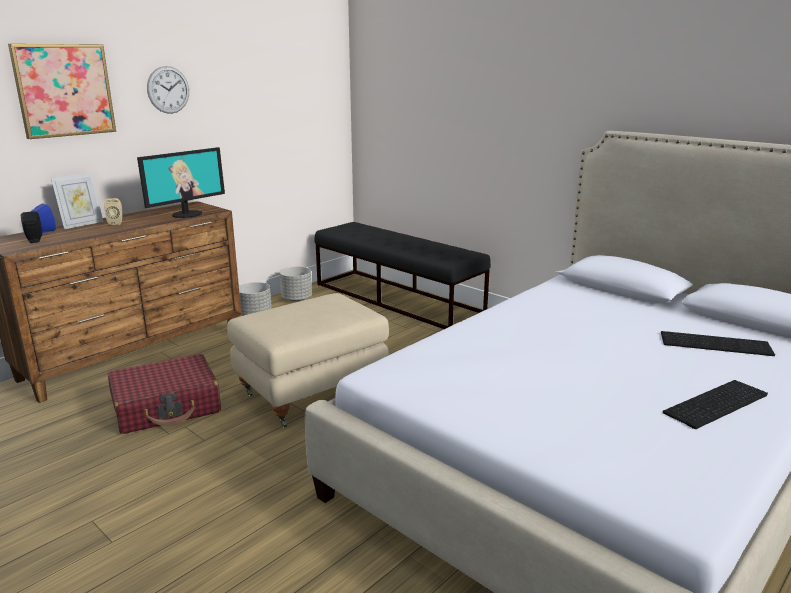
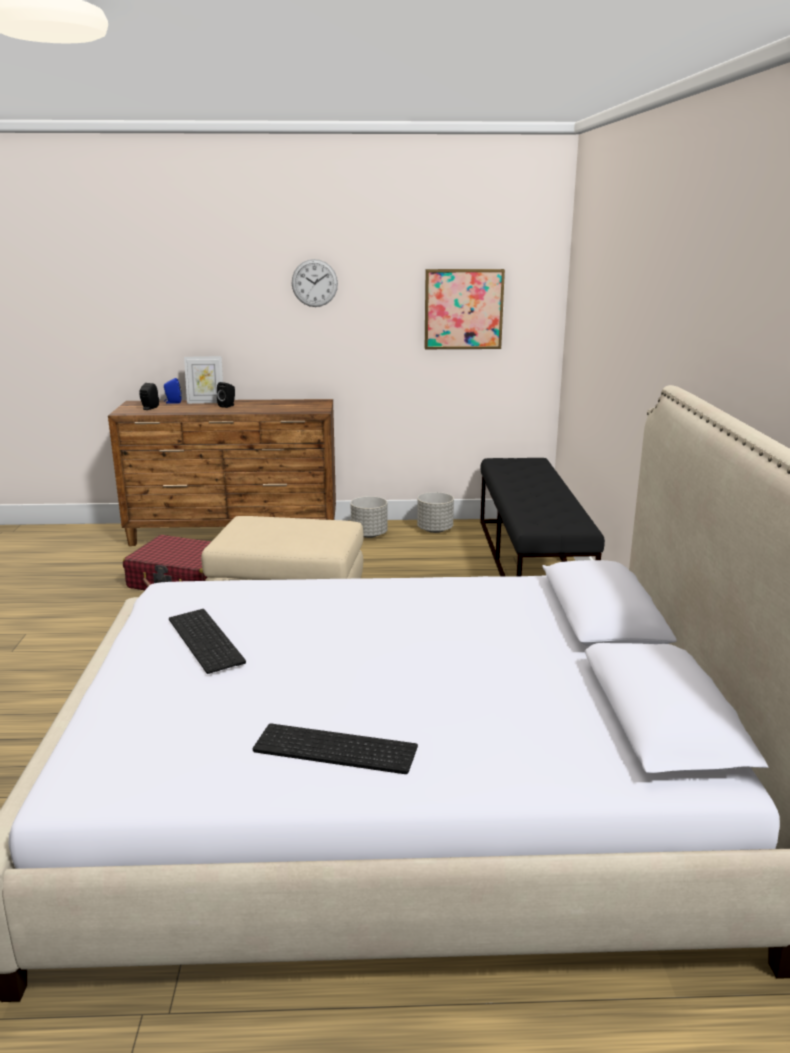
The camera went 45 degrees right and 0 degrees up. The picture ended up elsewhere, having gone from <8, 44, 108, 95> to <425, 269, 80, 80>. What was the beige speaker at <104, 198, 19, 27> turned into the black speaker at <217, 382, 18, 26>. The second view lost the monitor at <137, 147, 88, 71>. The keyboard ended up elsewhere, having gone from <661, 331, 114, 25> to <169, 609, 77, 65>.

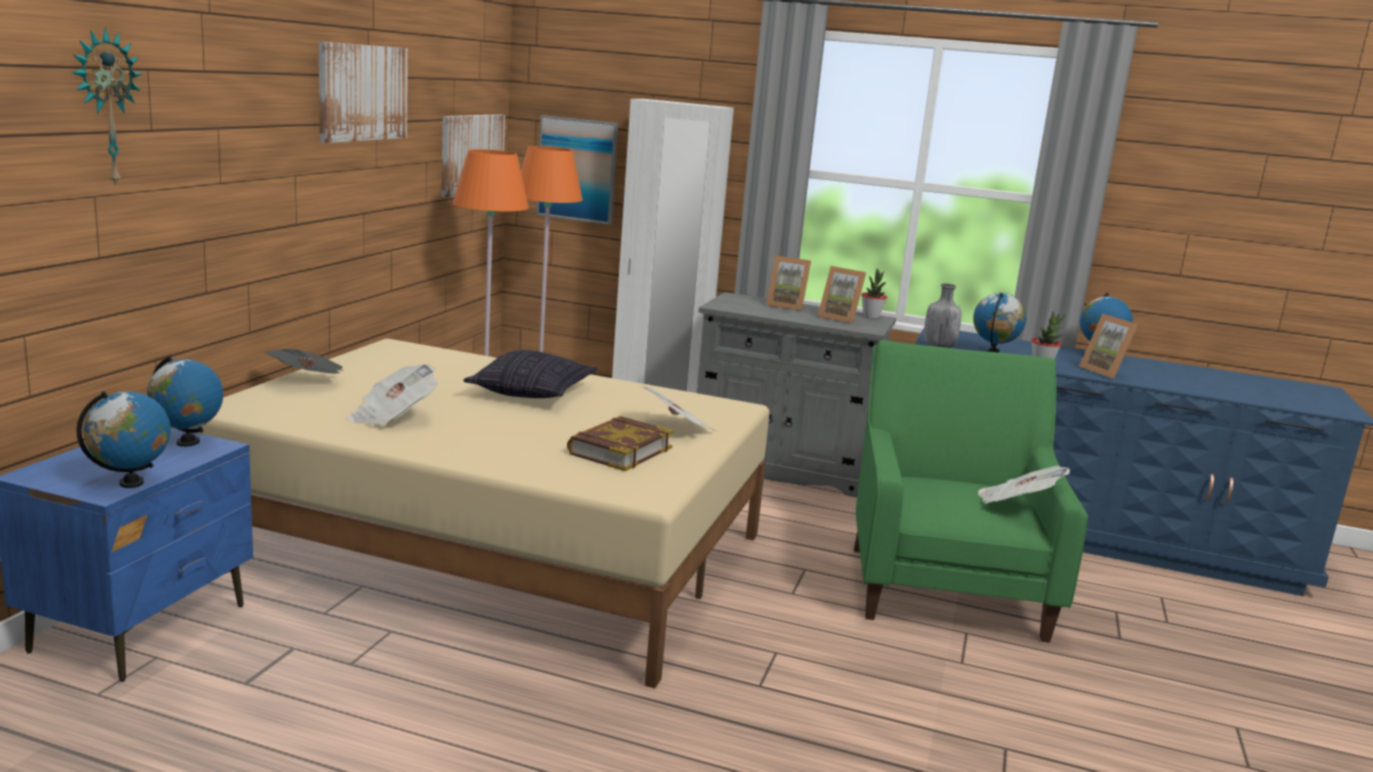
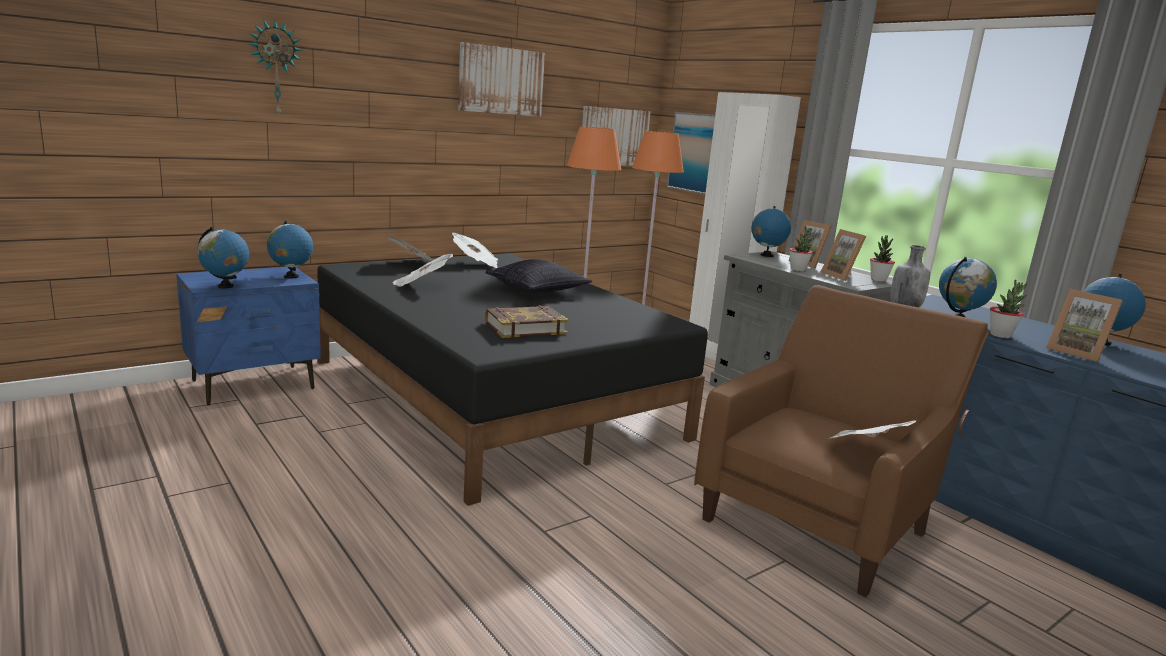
The camera went 35 degrees right and 0 degrees up. What was the beige bed at <192, 338, 578, 350> turned into the black bed at <317, 254, 391, 252>. The newspaper ended up elsewhere, having gone from <638, 385, 79, 46> to <452, 233, 46, 35>. What was the green armchair at <854, 340, 234, 303> turned into the brown armchair at <694, 285, 295, 312>. The picture frame at <1079, 314, 59, 65> ended up facing another way, 45 degrees counterclockwise from before. The second view gained the globe at <751, 206, 40, 51>. The second view gained the potted plant at <789, 226, 25, 45>.

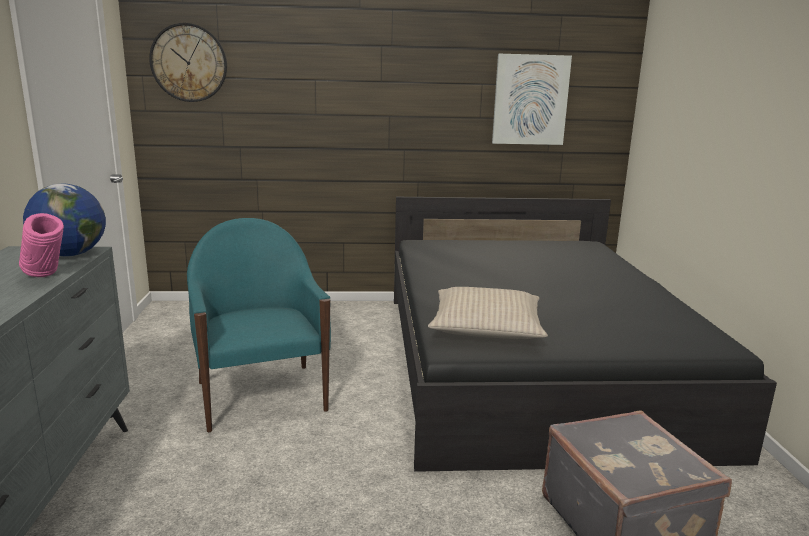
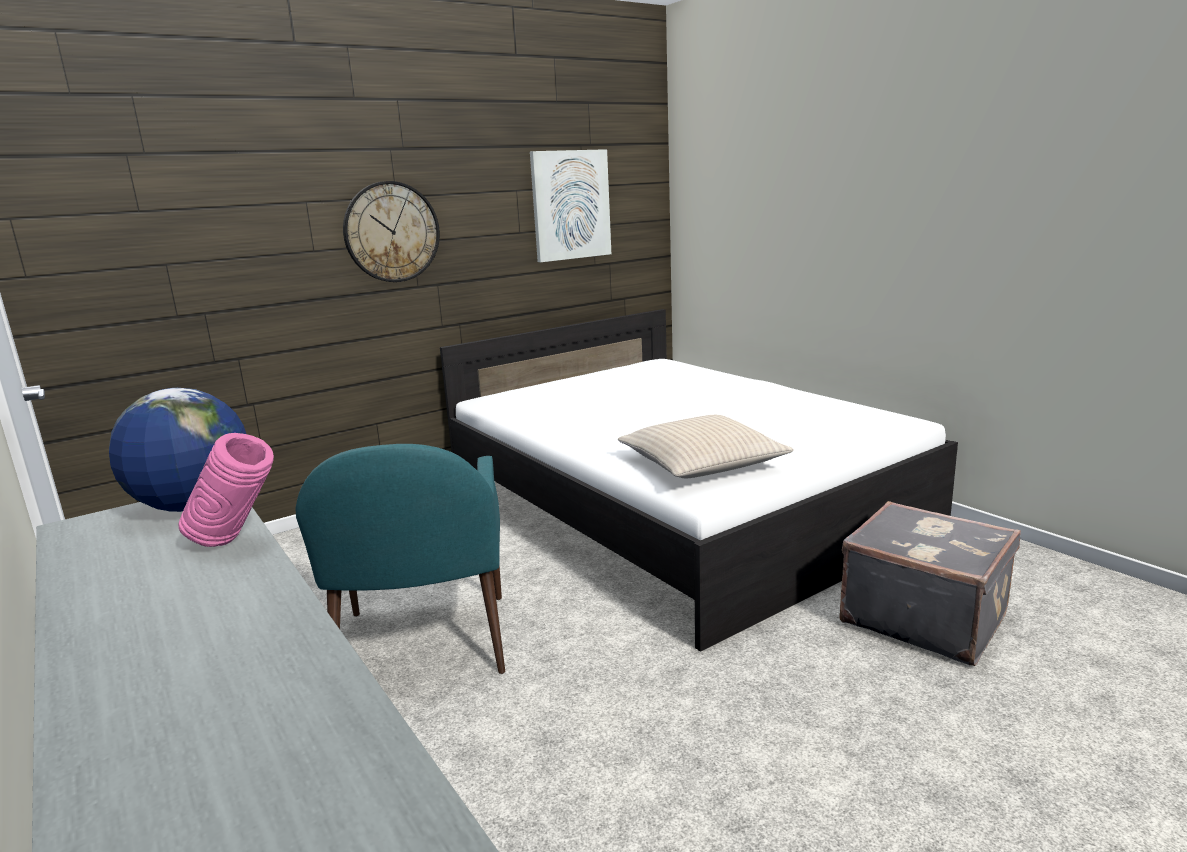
The camera went 30 degrees left and 0 degrees up. The wall clock ended up elsewhere, having gone from <149, 23, 78, 79> to <343, 181, 97, 101>. The turquoise armchair at <187, 218, 144, 215> ended up facing another way, 135 degrees counterclockwise from before. What was the black bed at <394, 197, 383, 275> turned into the white bed at <440, 309, 518, 343>.

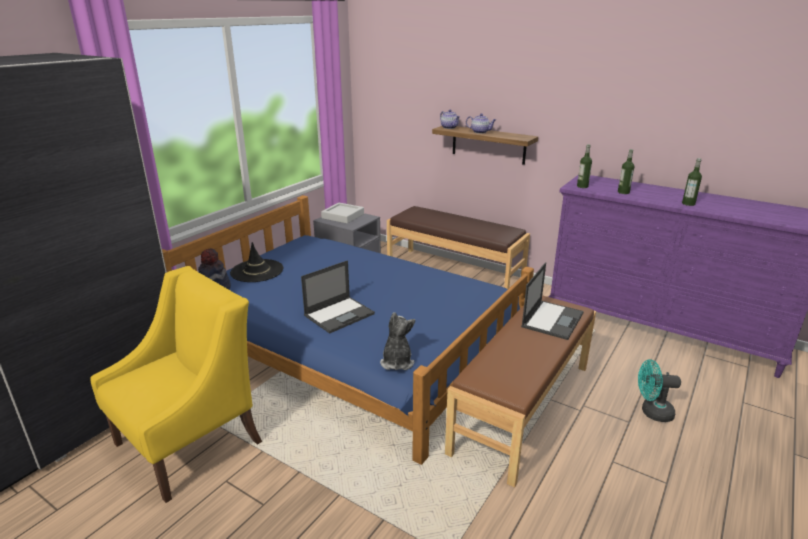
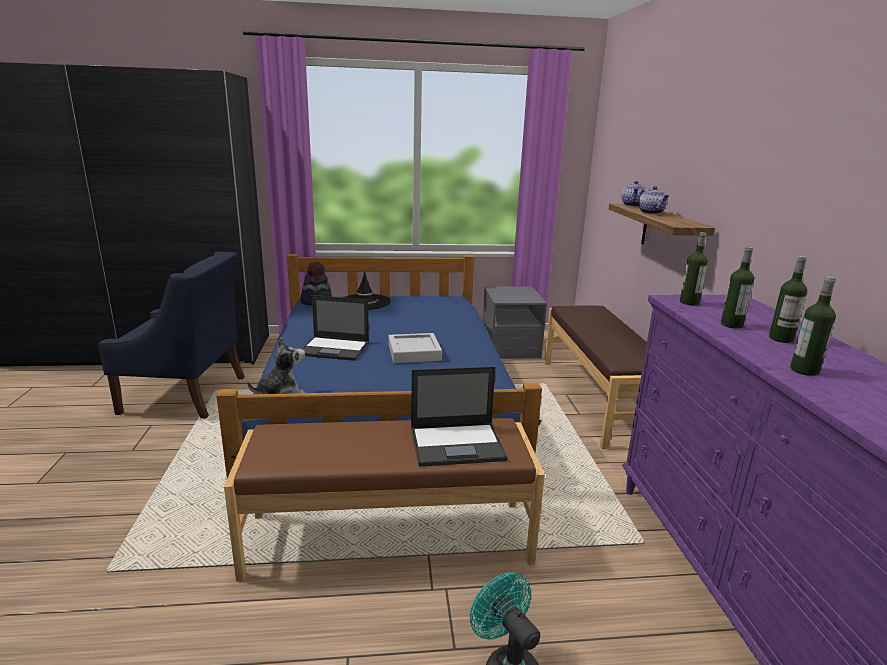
The camera went 50 degrees right and 5 degrees down. What was the yellow armchair at <90, 266, 172, 237> turned into the blue armchair at <98, 252, 147, 167>. The grey tray ended up elsewhere, having gone from <321, 203, 43, 21> to <388, 333, 54, 30>. The second view gained the bottle at <769, 256, 38, 87>.

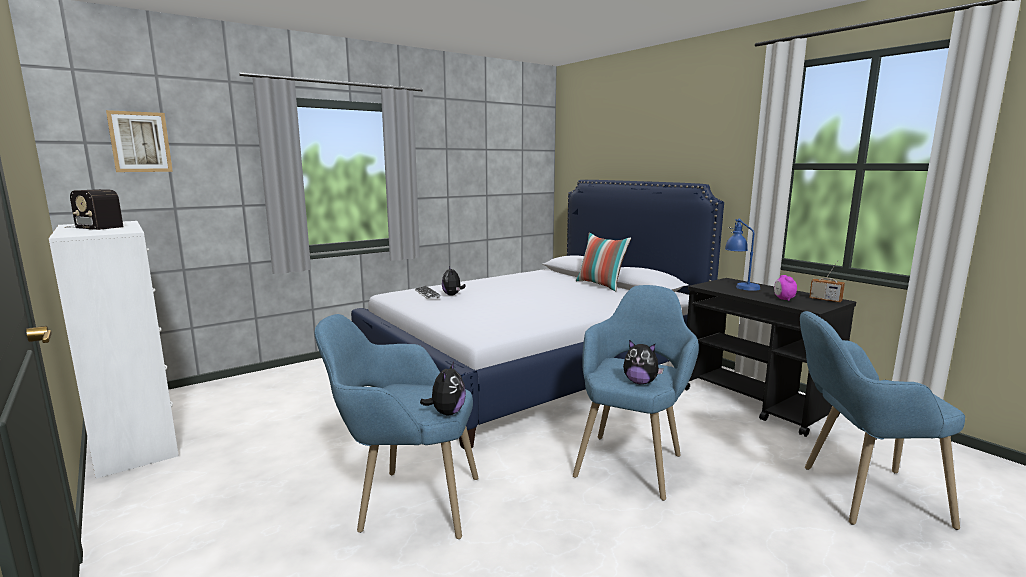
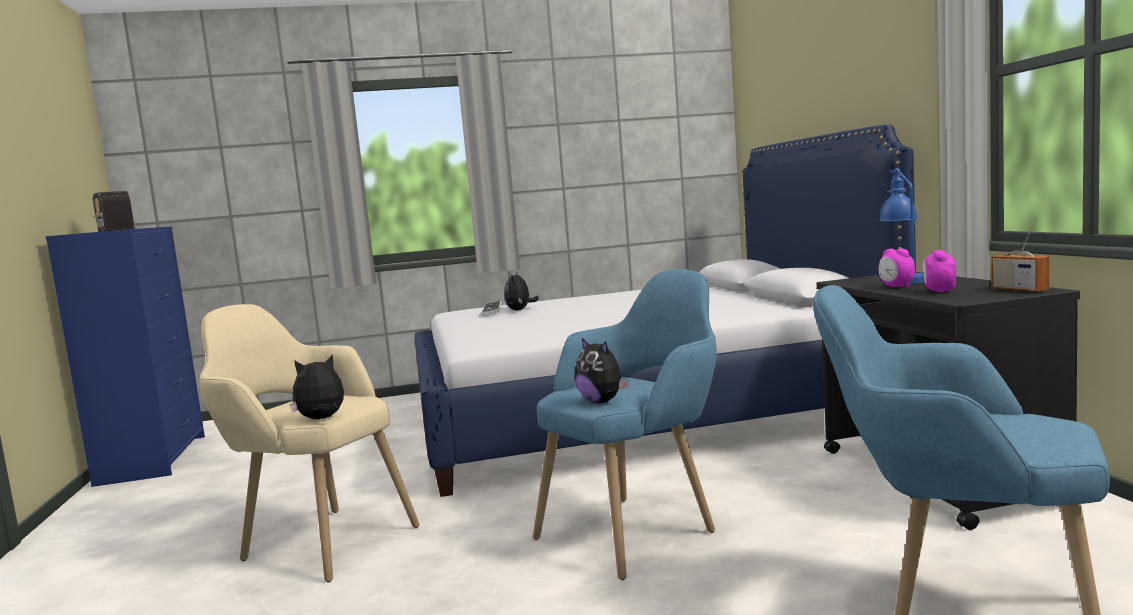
The camera went 25 degrees right and 5 degrees down. What was the white dresser at <48, 221, 131, 258> turned into the blue dresser at <46, 227, 159, 260>. The second view lost the picture at <106, 110, 67, 62>. What was the blue armchair at <315, 314, 163, 225> turned into the beige armchair at <200, 304, 220, 279>. The plush toy at <420, 362, 46, 53> ended up facing another way, 150 degrees counterclockwise from before. The second view lost the pillow at <576, 233, 55, 58>. The second view gained the alarm clock at <878, 248, 37, 39>.

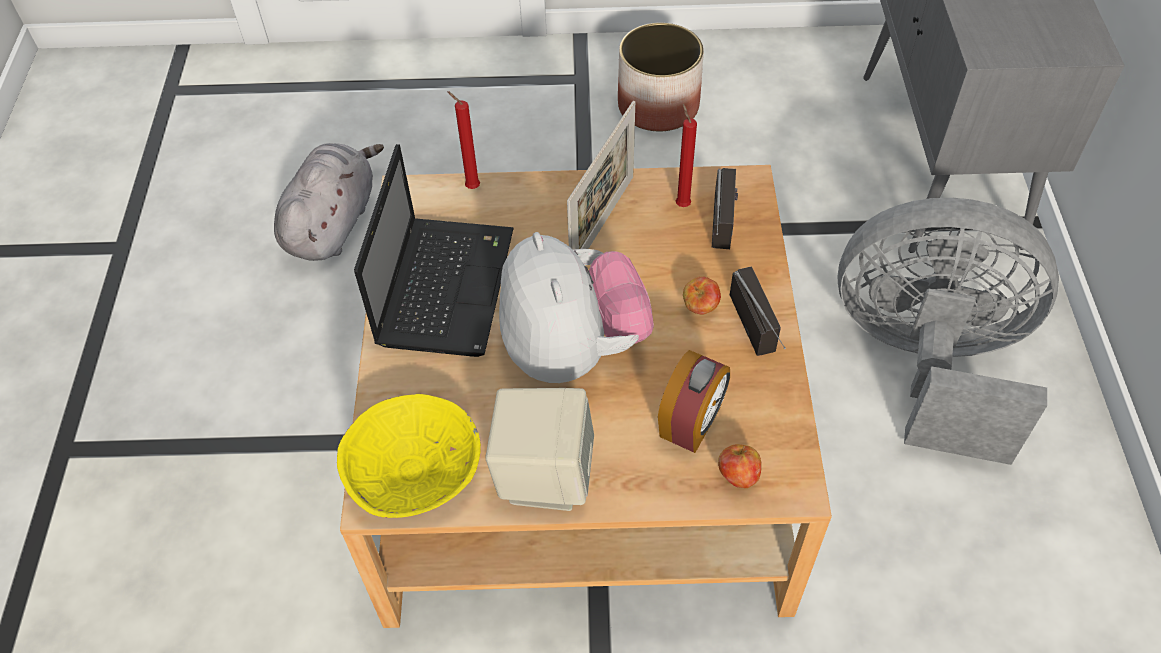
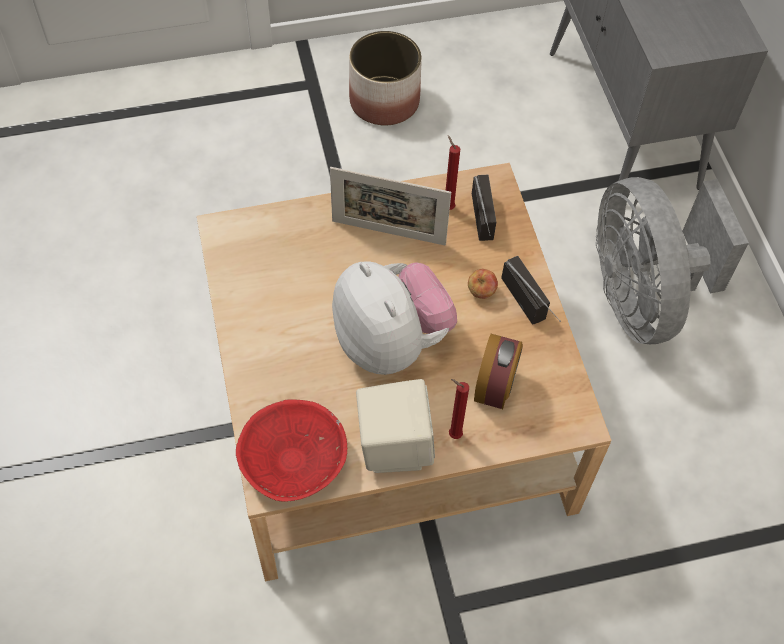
The camera went 15 degrees left and 5 degrees up. The second view lost the grey plush toy at <274, 143, 110, 118>. What was the yellow bowl at <337, 394, 144, 124> turned into the red bowl at <236, 399, 111, 103>. The second view lost the laptop at <354, 144, 160, 213>. The red candle ended up elsewhere, having gone from <447, 91, 33, 98> to <449, 379, 20, 60>. The picture frame at <567, 101, 68, 149> ended up facing another way, 90 degrees clockwise from before. The second view lost the apple at <718, 444, 44, 44>. The grey fan at <838, 198, 221, 267> ended up facing another way, 105 degrees counterclockwise from before.

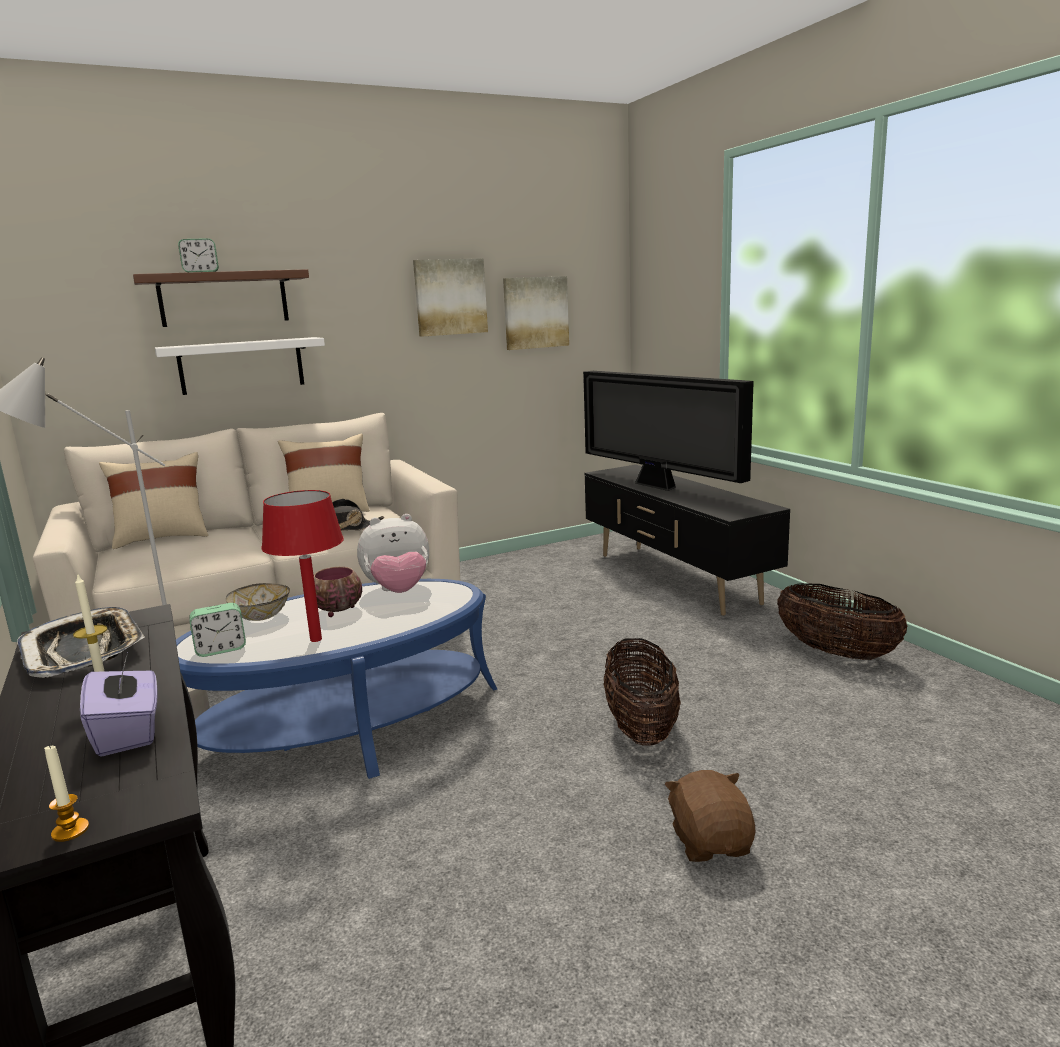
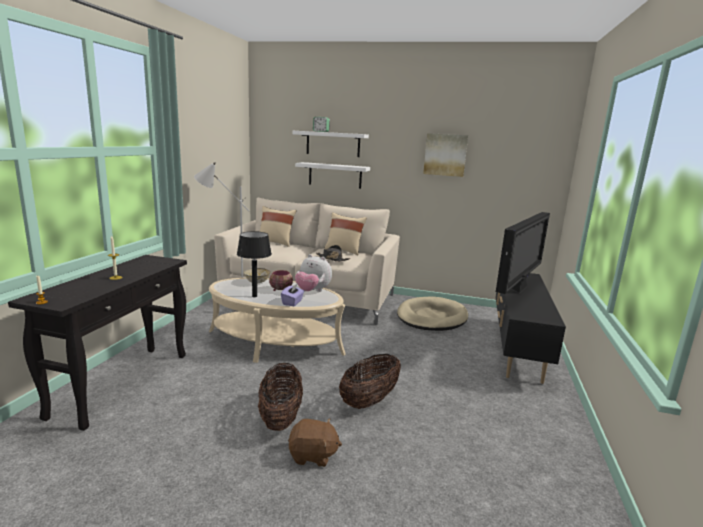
The camera went 40 degrees right and 0 degrees up. The second view lost the tray at <17, 607, 128, 71>. The purple tissue box ended up elsewhere, having gone from <80, 653, 78, 104> to <281, 284, 23, 22>. What was the brown shelf at <133, 269, 176, 58> turned into the white shelf at <292, 131, 77, 26>. What was the blue coffee table at <176, 579, 321, 200> turned into the beige coffee table at <209, 278, 137, 85>. The second view lost the alarm clock at <189, 603, 57, 54>. What was the red table lamp at <261, 490, 83, 152> turned into the black table lamp at <237, 231, 35, 66>. The second view lost the picture at <503, 276, 66, 74>. The television at <583, 371, 171, 120> ended up facing another way, 150 degrees counterclockwise from before. The brown plush toy at <664, 770, 91, 92> ended up facing another way, 60 degrees clockwise from before. The basket ended up elsewhere, having gone from <777, 583, 131, 77> to <258, 363, 45, 68>. The second view gained the beige dog bed at <397, 297, 71, 34>.

